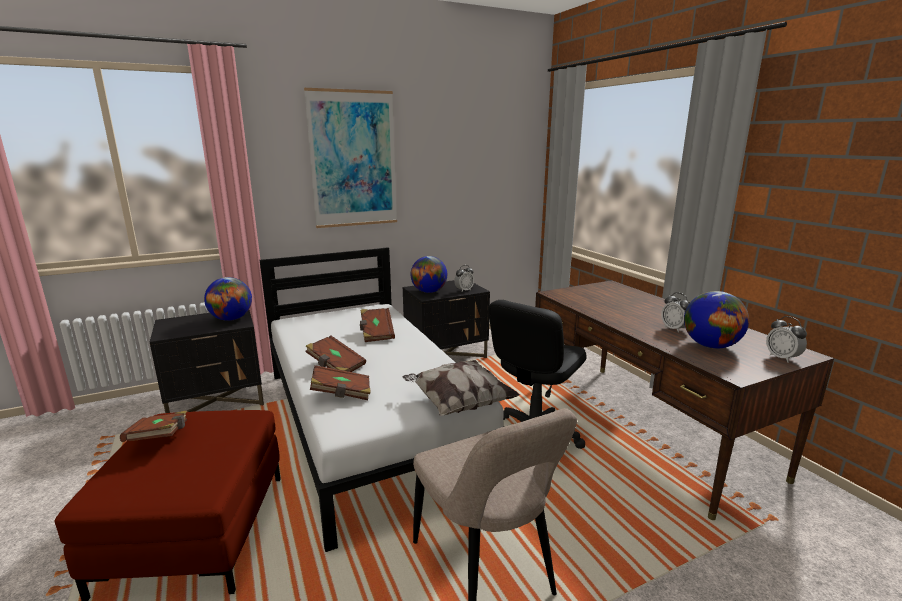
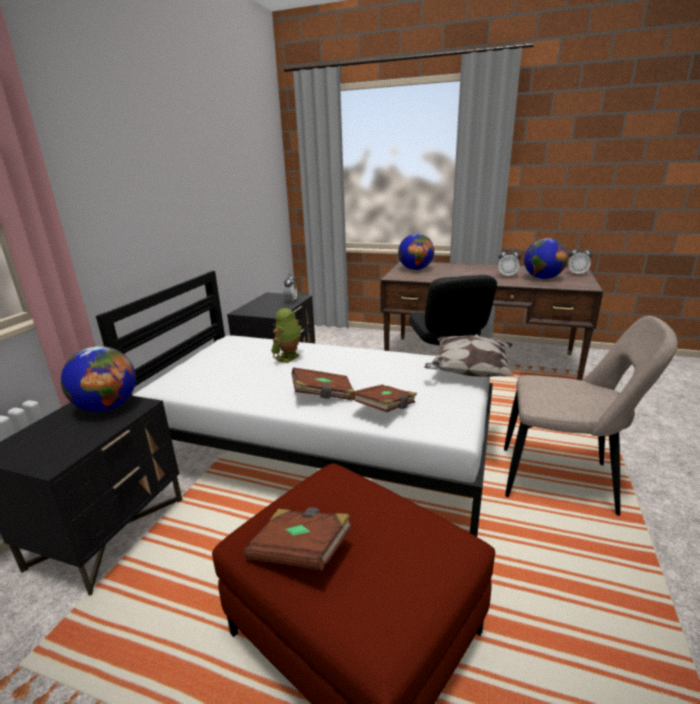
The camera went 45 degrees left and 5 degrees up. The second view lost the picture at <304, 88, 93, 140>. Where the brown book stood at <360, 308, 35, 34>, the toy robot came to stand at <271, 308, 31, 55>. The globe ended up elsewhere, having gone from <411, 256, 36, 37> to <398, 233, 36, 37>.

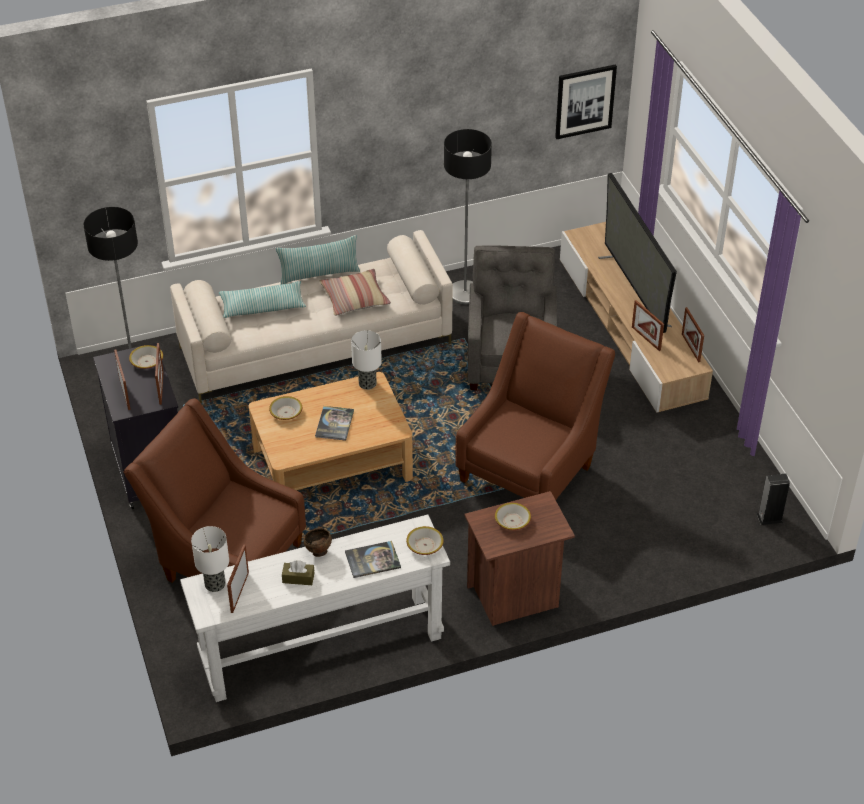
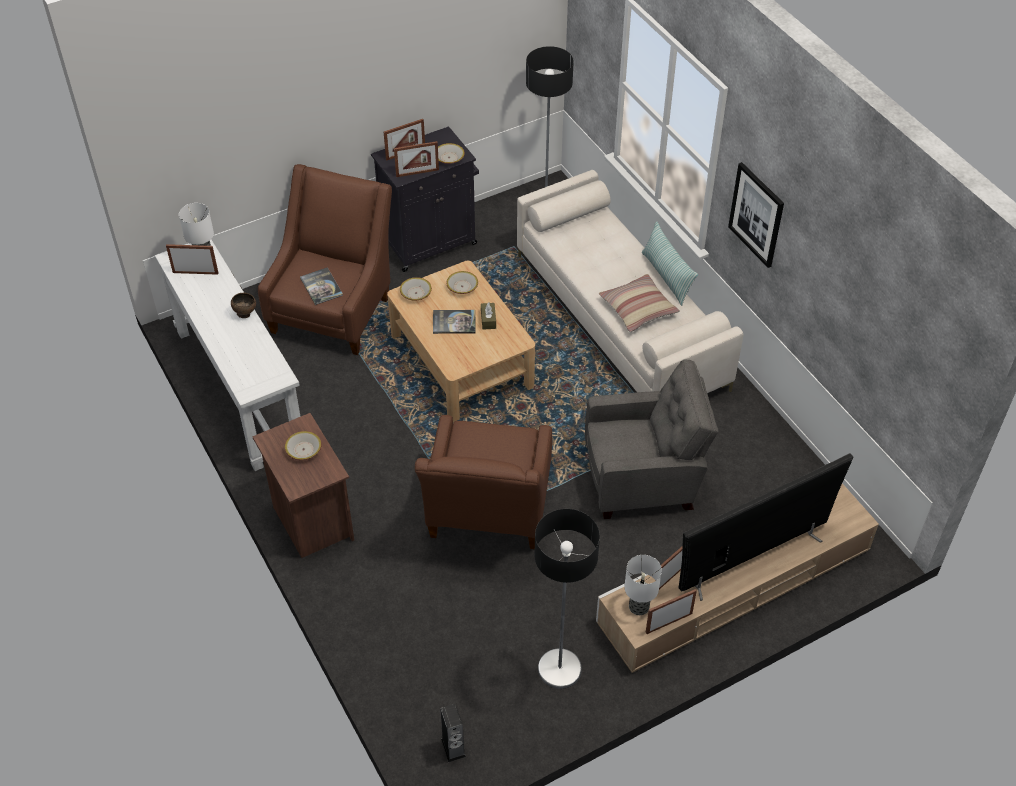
The camera went 80 degrees right and 5 degrees up. The second view lost the pillow at <219, 281, 87, 37>. The brown tissue box ended up elsewhere, having gone from <282, 561, 32, 24> to <481, 302, 15, 28>. The book ended up elsewhere, having gone from <345, 541, 56, 37> to <300, 267, 43, 38>. The table lamp ended up elsewhere, having gone from <351, 330, 31, 60> to <624, 555, 38, 60>. The bowl ended up elsewhere, having gone from <406, 526, 38, 29> to <400, 277, 32, 24>. The floor lamp ended up elsewhere, having gone from <444, 129, 48, 175> to <534, 509, 66, 180>. The brown armchair at <455, 312, 160, 188> ended up facing another way, 75 degrees clockwise from before. The picture ended up elsewhere, having gone from <555, 65, 62, 74> to <728, 162, 56, 106>.

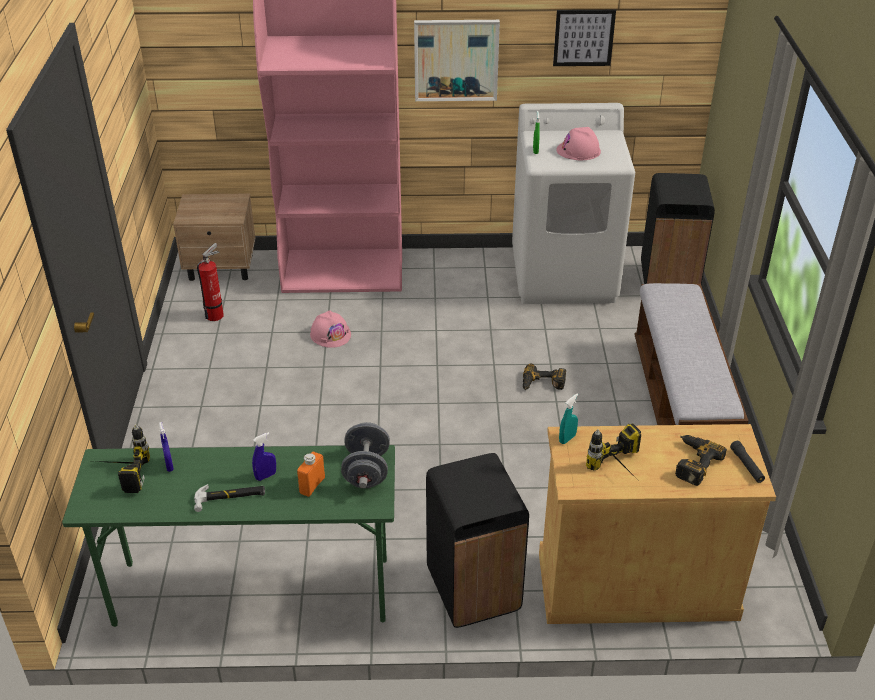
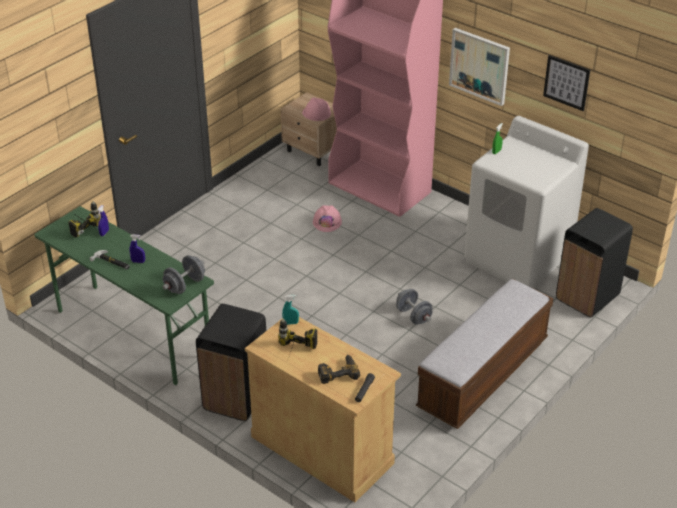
The camera went 40 degrees right and 0 degrees up. The second view lost the fire extinguisher at <197, 243, 27, 78>. The second view lost the orange bottle at <297, 452, 28, 45>. Where the power drill stood at <523, 363, 43, 27>, the grey dumbbell came to stand at <396, 289, 36, 35>. The pink hard hat ended up elsewhere, having gone from <556, 127, 45, 33> to <302, 97, 29, 24>.

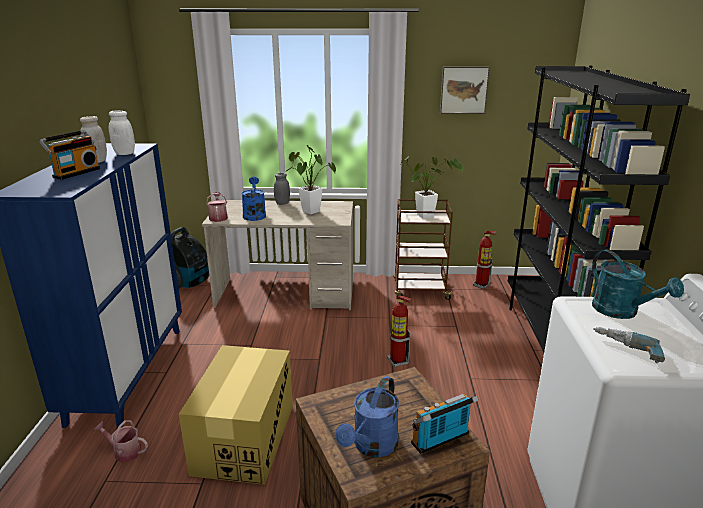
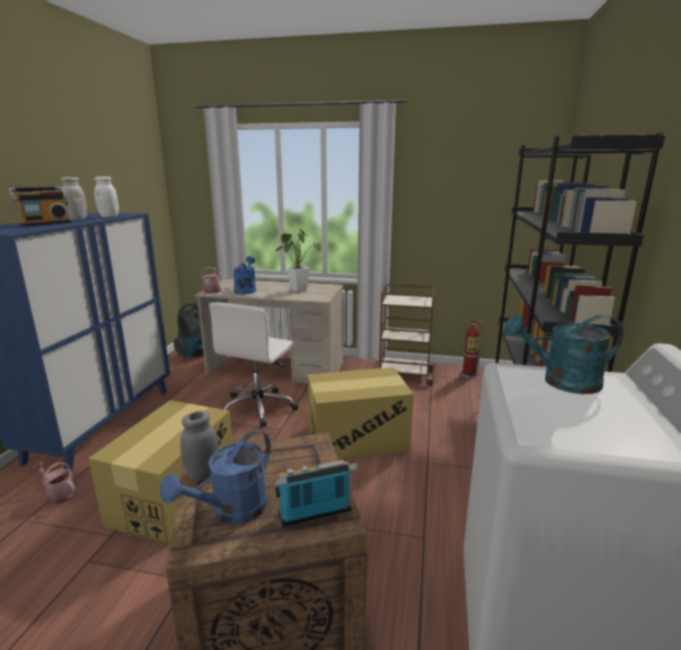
The camera went 10 degrees right and 5 degrees down. The grey jar ended up elsewhere, having gone from <274, 173, 16, 32> to <180, 411, 39, 70>. Where the fire extinguisher stood at <387, 295, 24, 72>, the cardboard box came to stand at <307, 367, 107, 92>. The second view lost the potted plant at <400, 156, 63, 63>. The second view lost the picture at <440, 66, 50, 48>. The turquoise watering can at <592, 250, 92, 69> ended up facing another way, 105 degrees clockwise from before. The second view lost the power drill at <593, 327, 72, 36>. The second view gained the white office chair at <209, 302, 90, 125>.

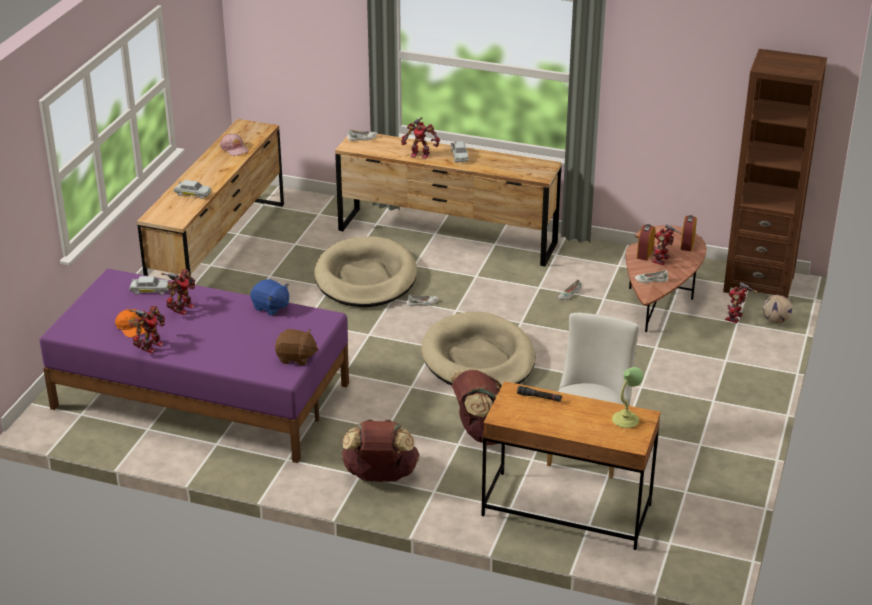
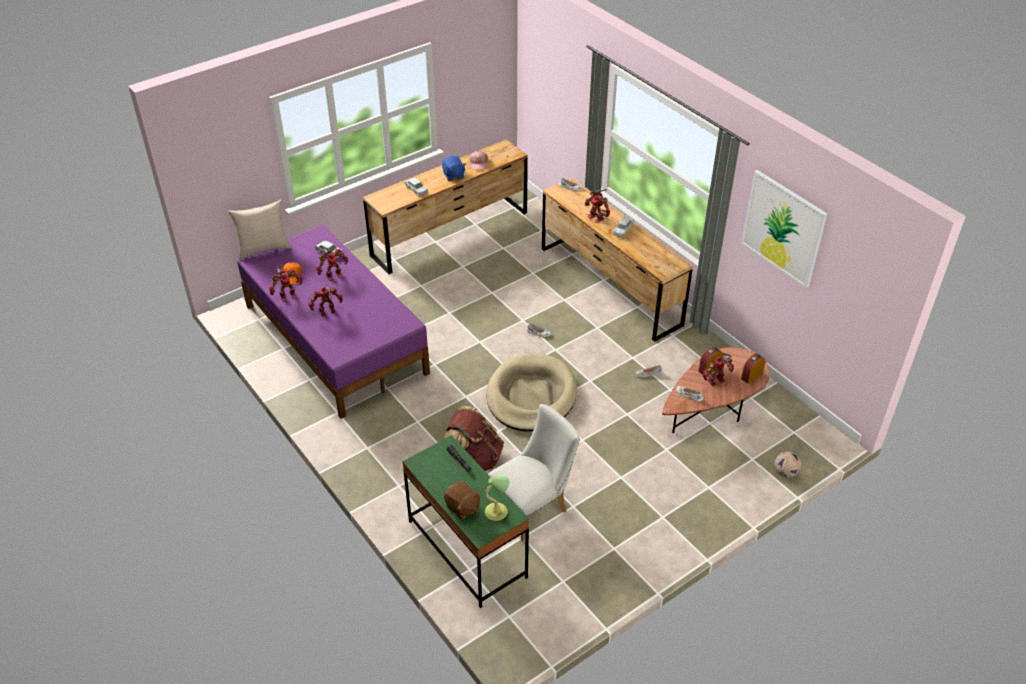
The camera went 35 degrees right and 10 degrees up. The blue plush toy ended up elsewhere, having gone from <250, 279, 39, 37> to <442, 156, 24, 25>. The brown plush toy ended up elsewhere, having gone from <275, 329, 44, 37> to <444, 481, 37, 39>. The second view lost the beige dog bed at <314, 236, 103, 71>. The second view lost the brown backpack at <342, 419, 77, 63>. What was the brown desk at <482, 381, 179, 169> turned into the green desk at <402, 435, 127, 173>. The second view lost the brown bookcase at <723, 49, 104, 250>. The toy robot ended up elsewhere, having gone from <725, 282, 32, 41> to <308, 285, 35, 32>. The second view gained the beige pillow at <228, 200, 64, 60>. The second view gained the picture at <741, 170, 86, 118>.

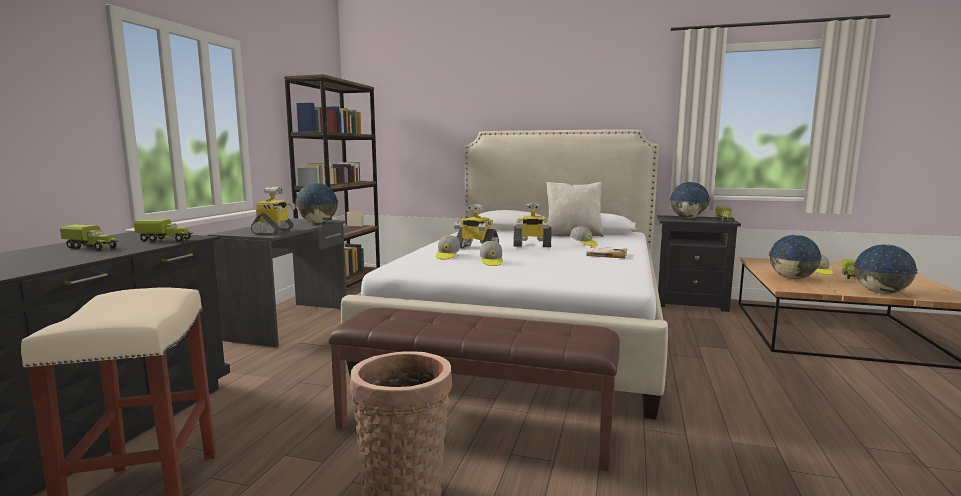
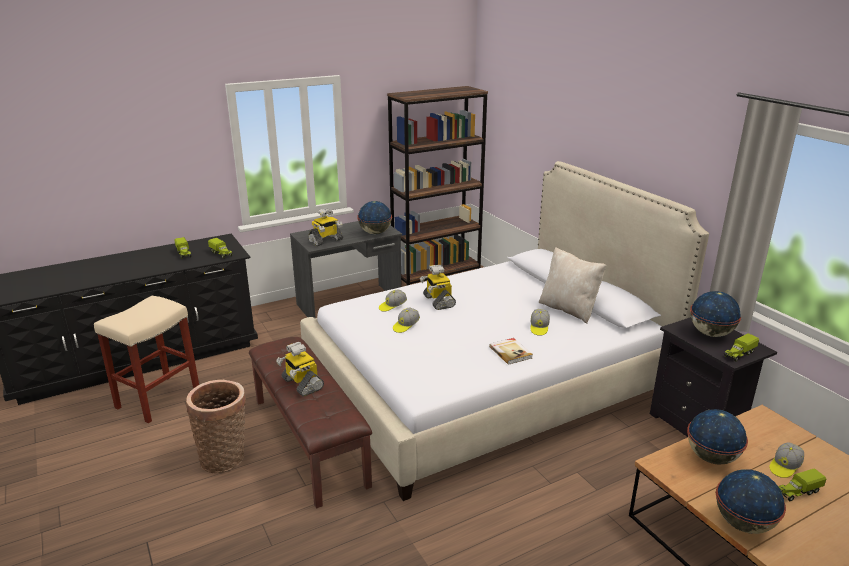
The camera went 45 degrees right and 15 degrees up. The toy robot ended up elsewhere, having gone from <513, 203, 38, 44> to <276, 342, 48, 55>.

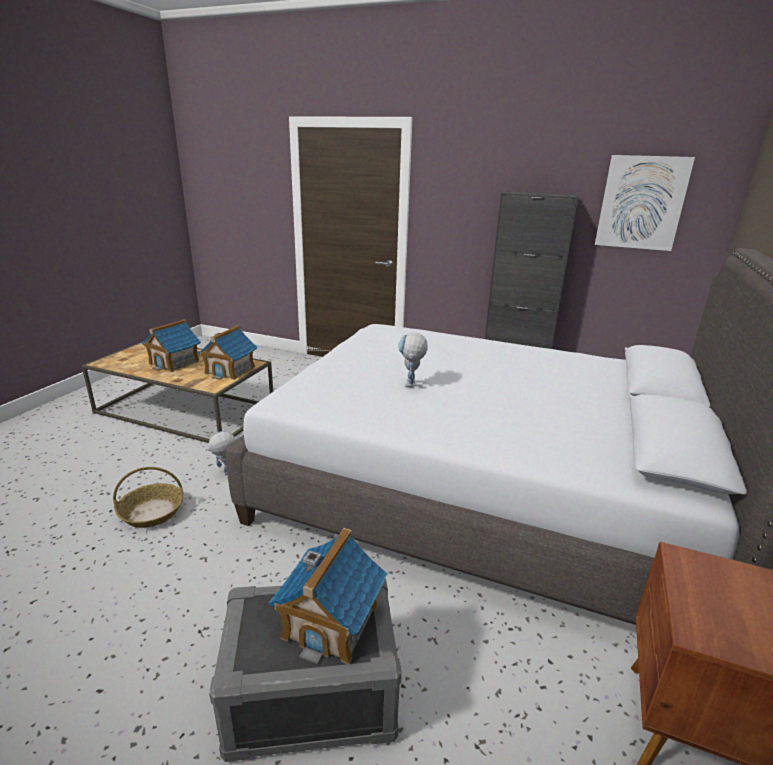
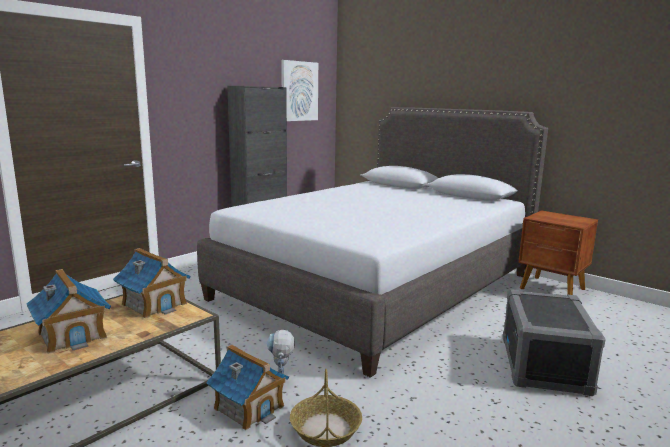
The camera went 70 degrees left and 10 degrees down. The toy house ended up elsewhere, having gone from <269, 528, 119, 137> to <206, 344, 83, 86>. The second view lost the toy robot at <398, 333, 30, 54>.

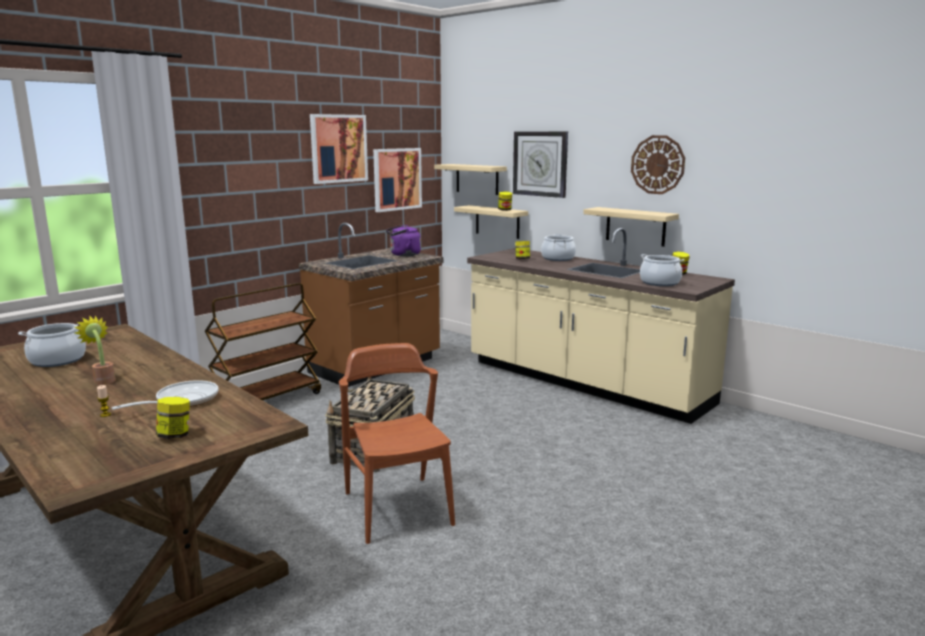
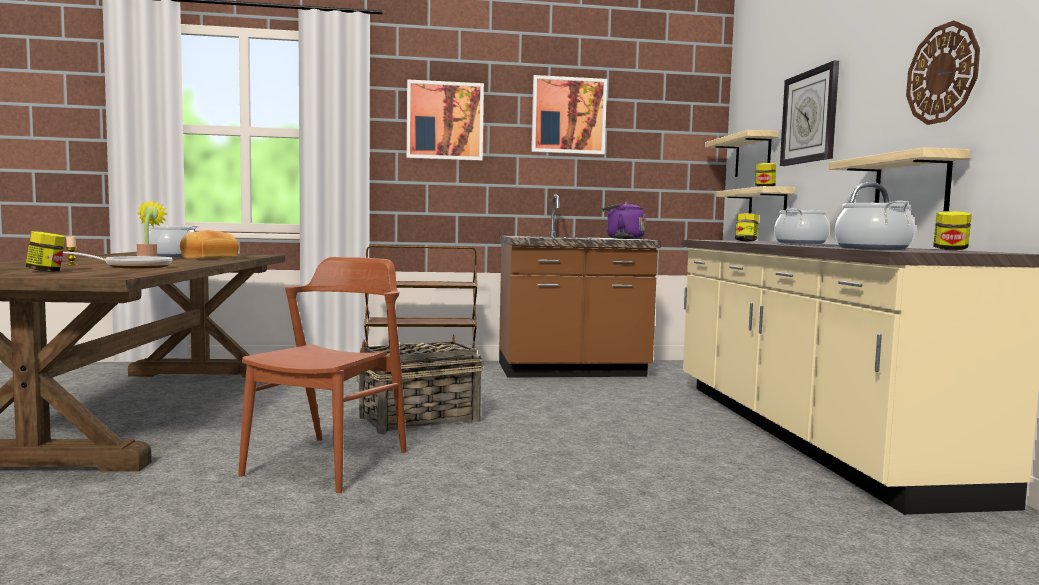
The camera went 40 degrees right and 10 degrees down. The picture ended up elsewhere, having gone from <373, 148, 49, 64> to <407, 79, 77, 82>. The second view gained the bread at <180, 230, 59, 29>.

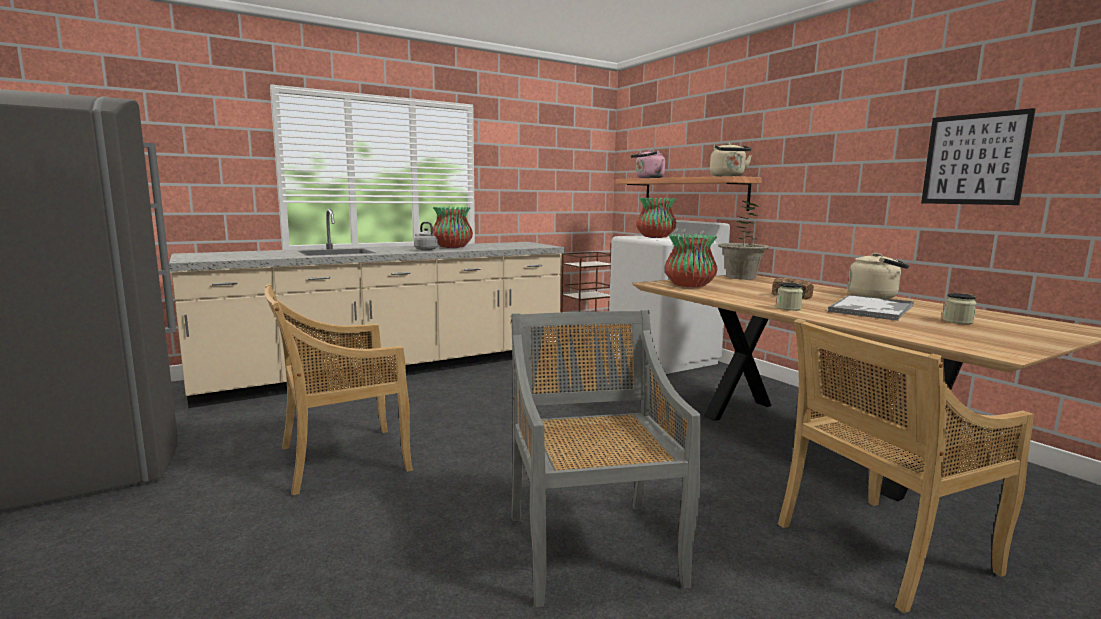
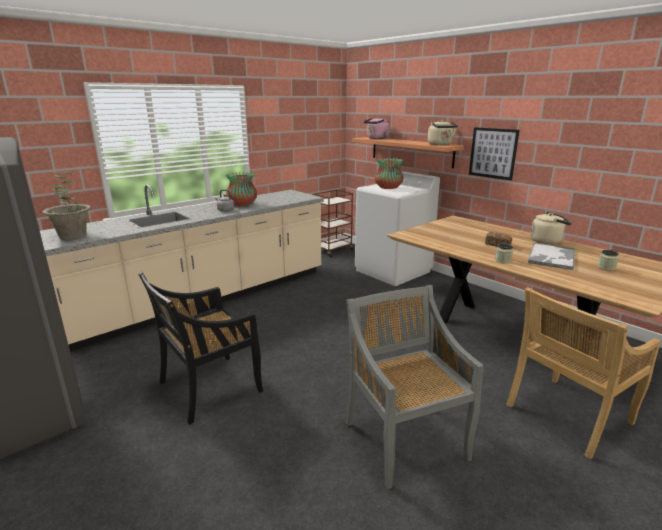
The camera went 10 degrees left and 10 degrees up. What was the beige chair at <265, 284, 148, 211> turned into the black chair at <138, 272, 125, 153>. The second view lost the vase at <665, 234, 52, 53>. The potted plant ended up elsewhere, having gone from <718, 201, 51, 79> to <42, 171, 49, 69>. The picture ended up elsewhere, having gone from <921, 108, 115, 97> to <469, 127, 51, 54>.

